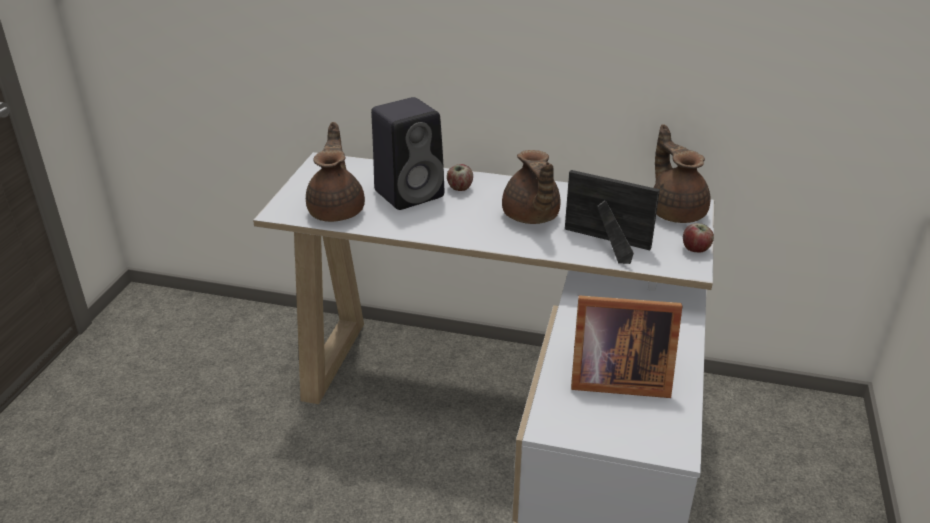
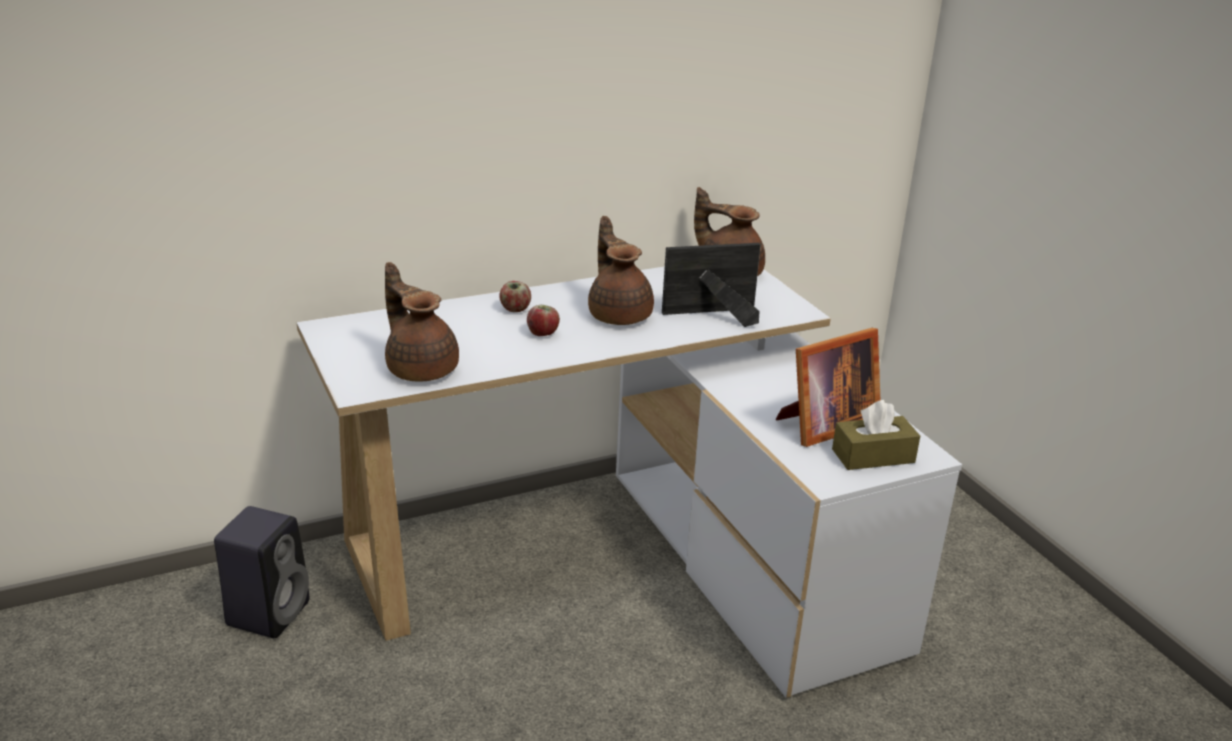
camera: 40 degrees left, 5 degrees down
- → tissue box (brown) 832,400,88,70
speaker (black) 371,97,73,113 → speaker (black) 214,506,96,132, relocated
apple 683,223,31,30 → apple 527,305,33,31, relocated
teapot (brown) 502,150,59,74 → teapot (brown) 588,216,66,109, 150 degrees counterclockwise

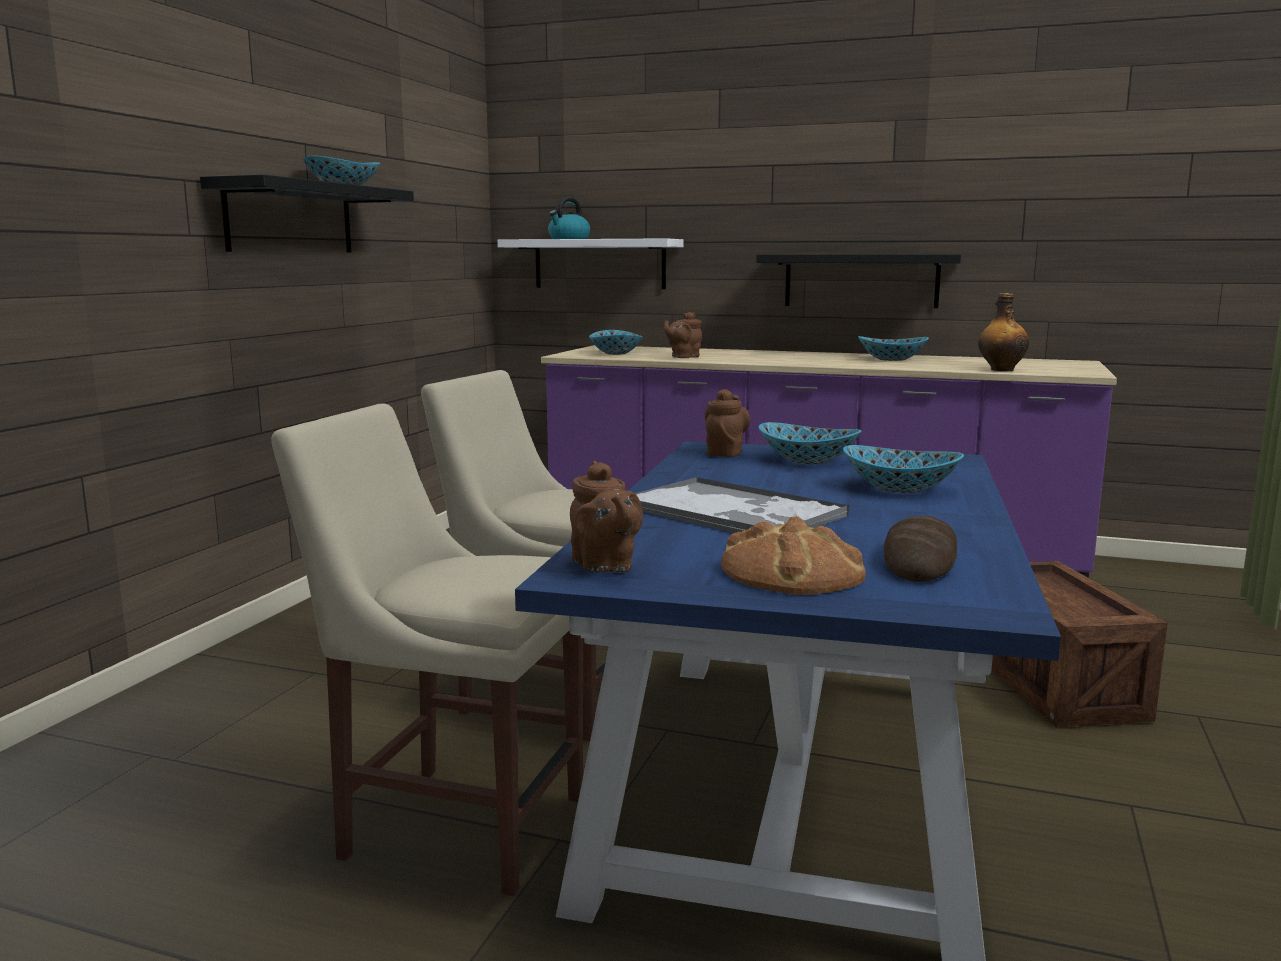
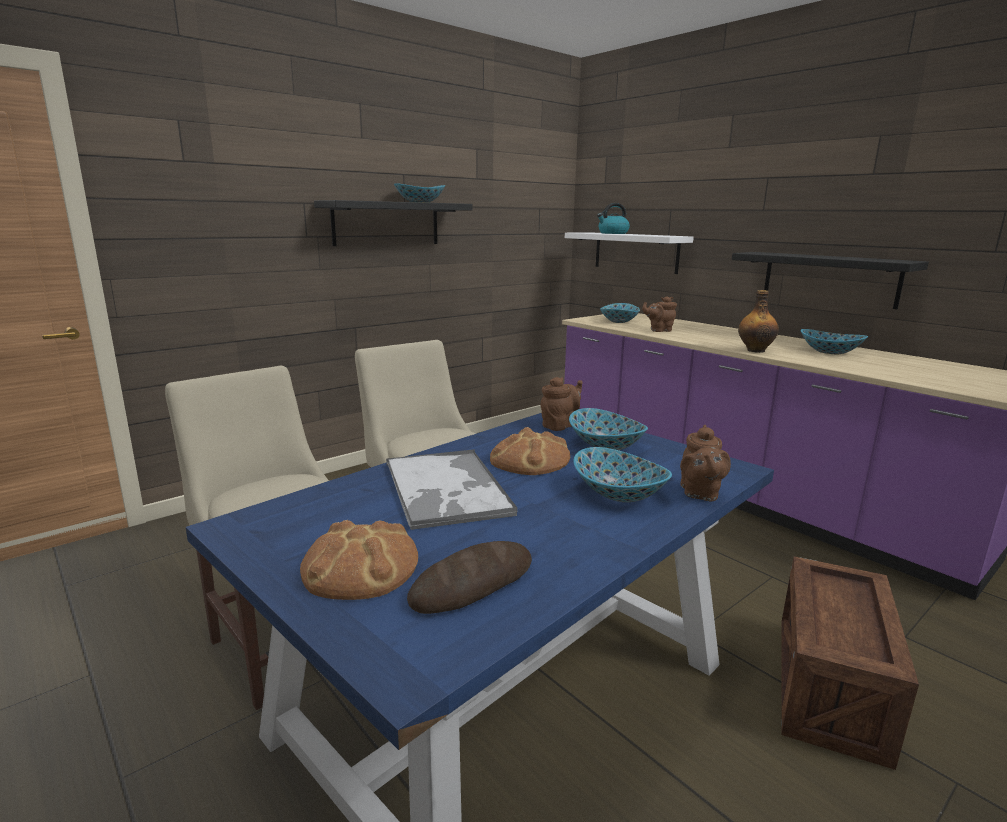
camera: 30 degrees right, 5 degrees up
- → bread 490,427,80,48
teapot (brown) 570,461,73,112 → teapot (brown) 680,425,51,76, relocated
bottle 978,293,51,78 → bottle 738,290,41,63, relocated

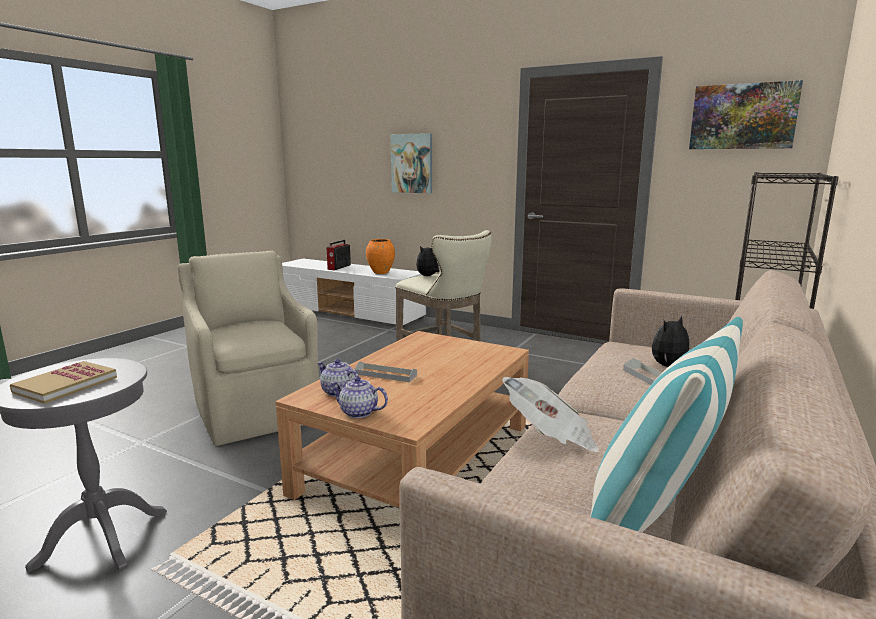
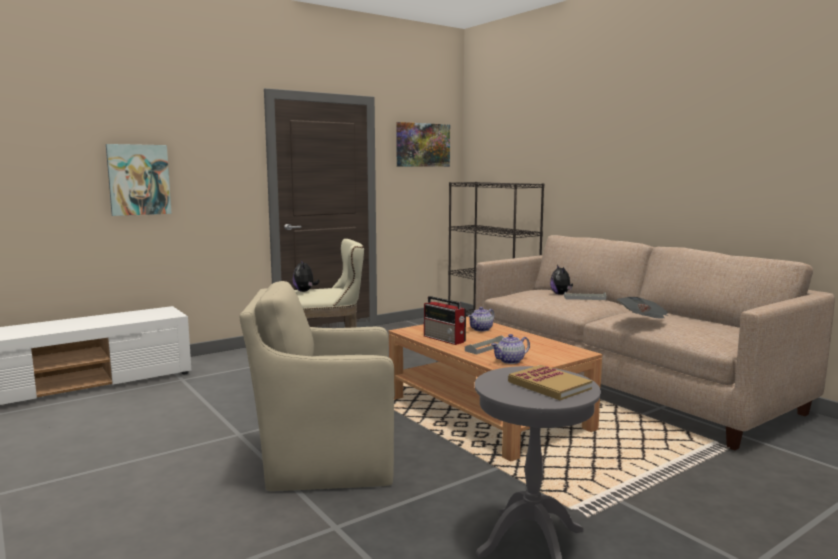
camera: 65 degrees left, 5 degrees down
vase (orange) 366,239,29,35 → -
pillow 591,317,152,215 → -
radio 327,240,24,30 → radio 424,296,42,49, relocated
teapot 330,377,58,41 → teapot 468,307,26,24, relocated

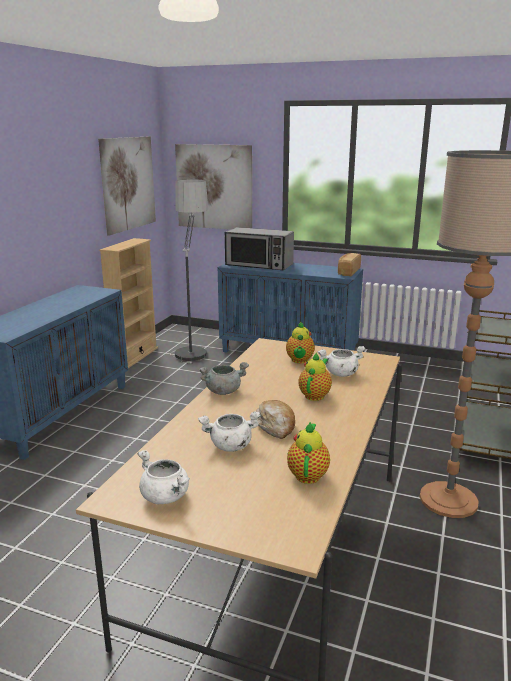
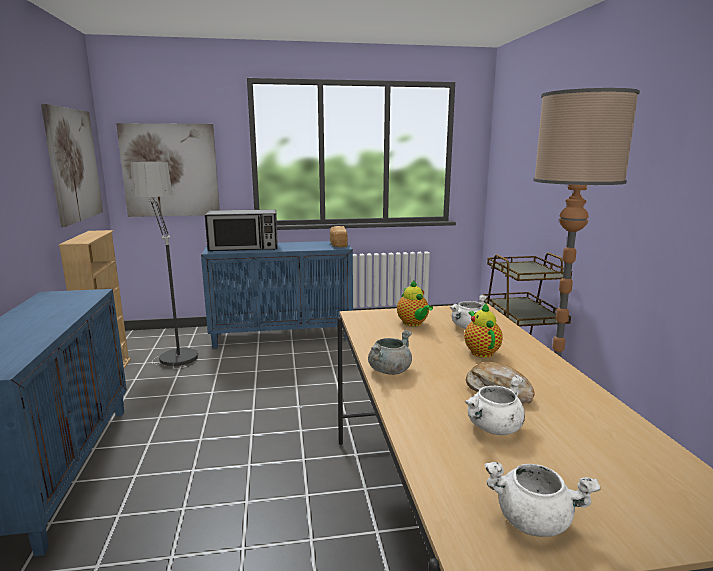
camera: 30 degrees left, 5 degrees down
teapot 287,421,43,63 → -

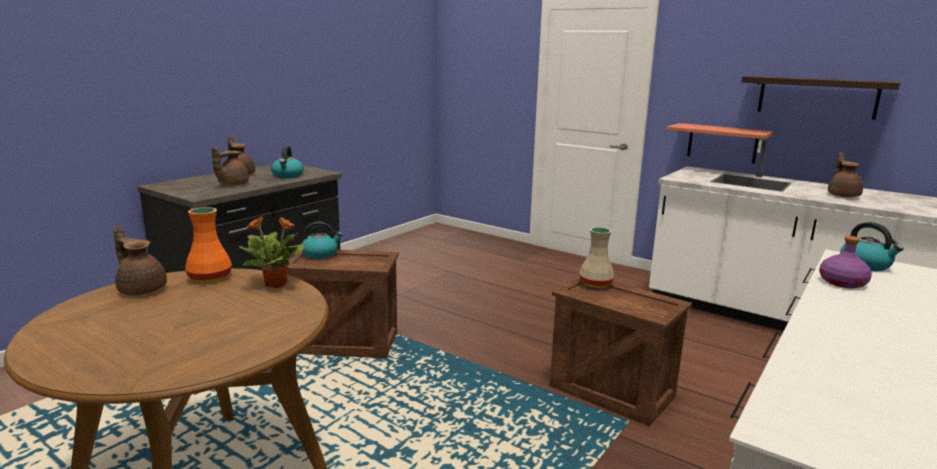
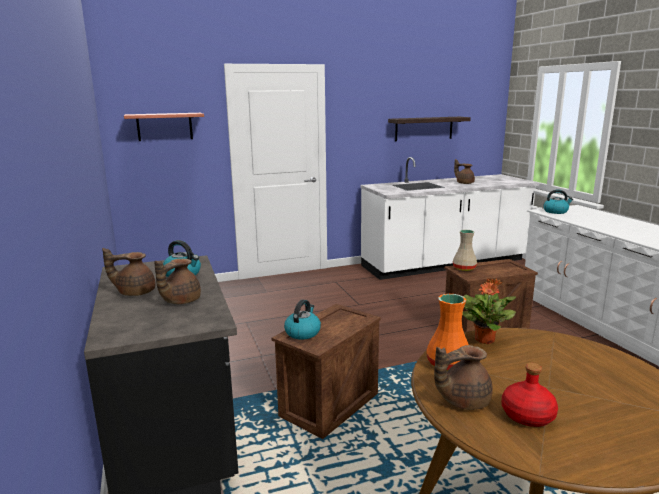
camera: 55 degrees left, 0 degrees up
bottle (purple) 819,236,53,52 → -
- → bottle (red) 501,363,57,64
shelf 666,123,108,41 → shelf 124,113,80,28, relocated
teapot (brown) 212,147,37,38 → teapot (brown) 154,258,47,46, 60 degrees clockwise

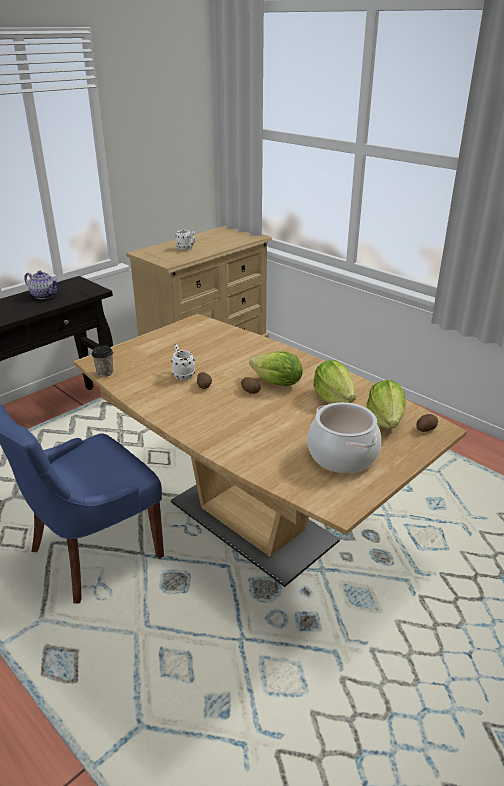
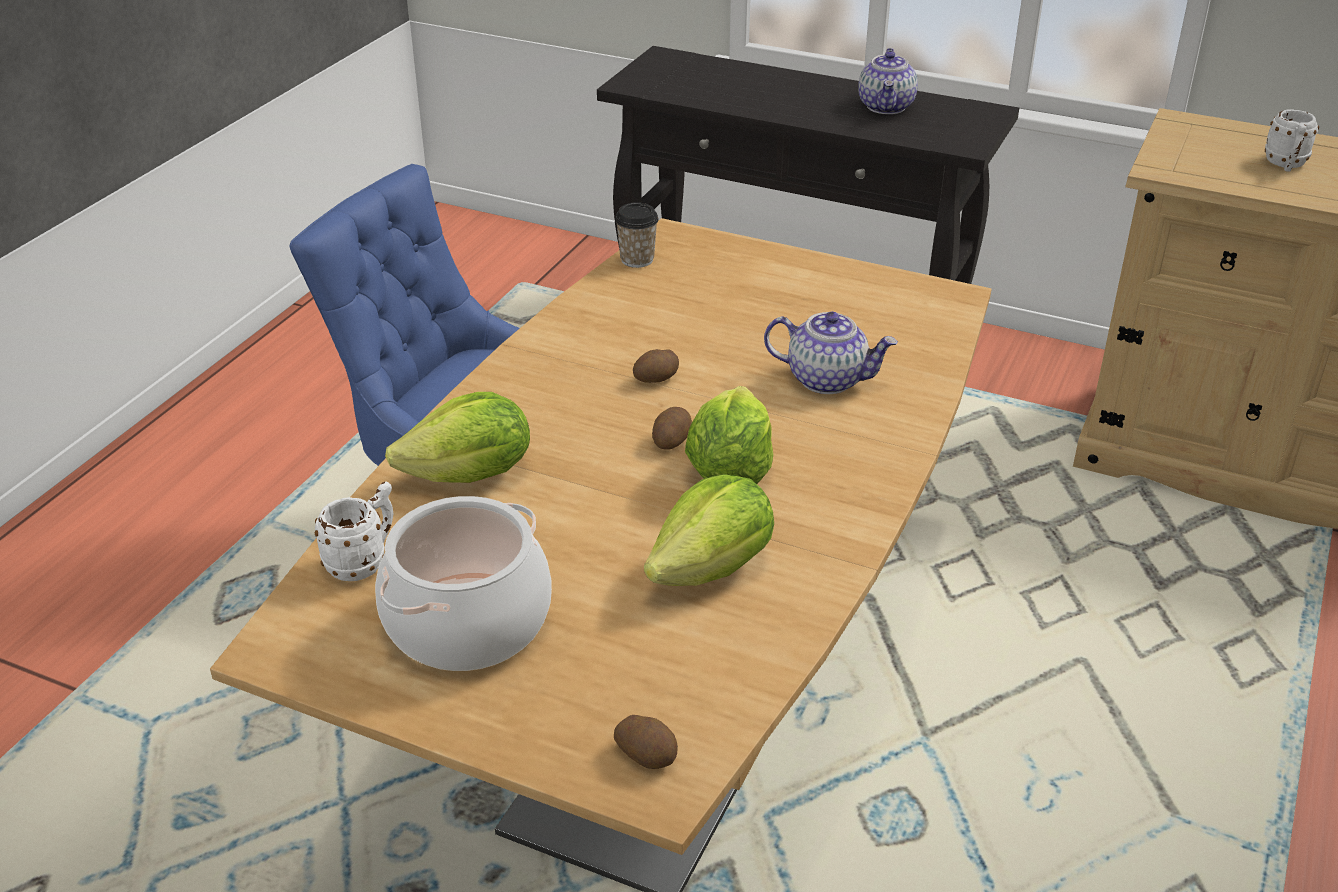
camera: 70 degrees right, 5 degrees up
- → teapot 764,312,134,82
mug (white) 171,344,24,36 → mug (white) 315,482,78,99, relocated
lettuce 366,380,39,48 → lettuce 385,392,145,91, relocated

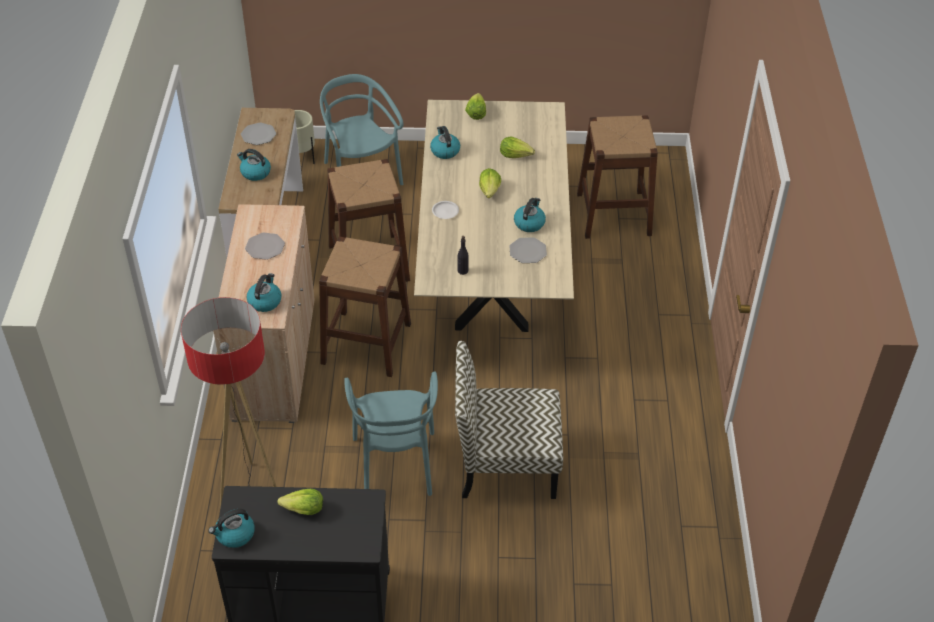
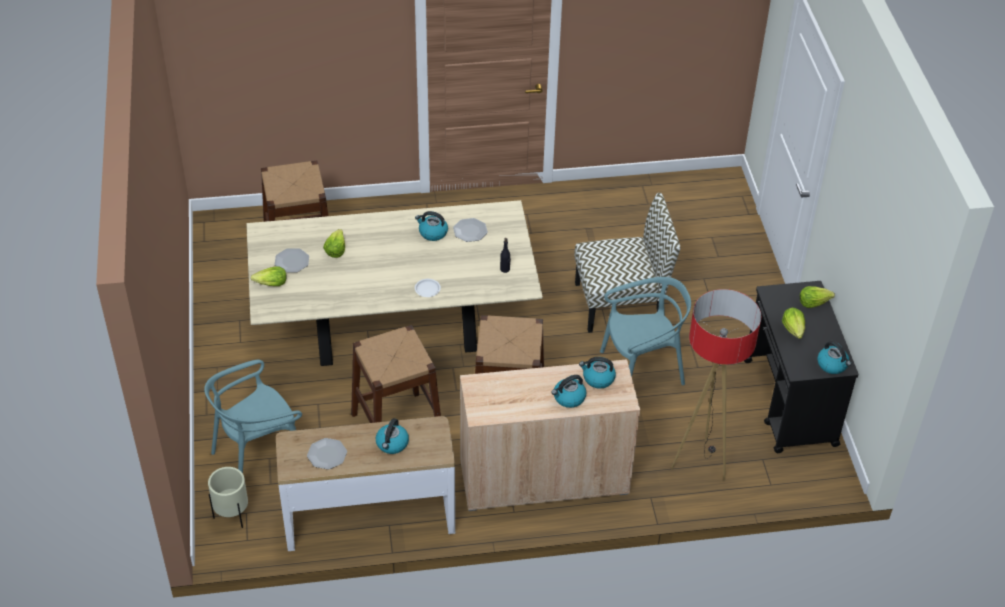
camera: 100 degrees left, 0 degrees up
plate 245,232,40,28 → plate 275,248,34,24, relocated
kettle 430,126,30,33 → kettle 551,375,35,33, relocated
lettuce 479,168,22,30 → lettuce 800,286,35,22, relocated
chair 455,341,108,158 → chair 574,193,106,140, 90 degrees counterclockwise

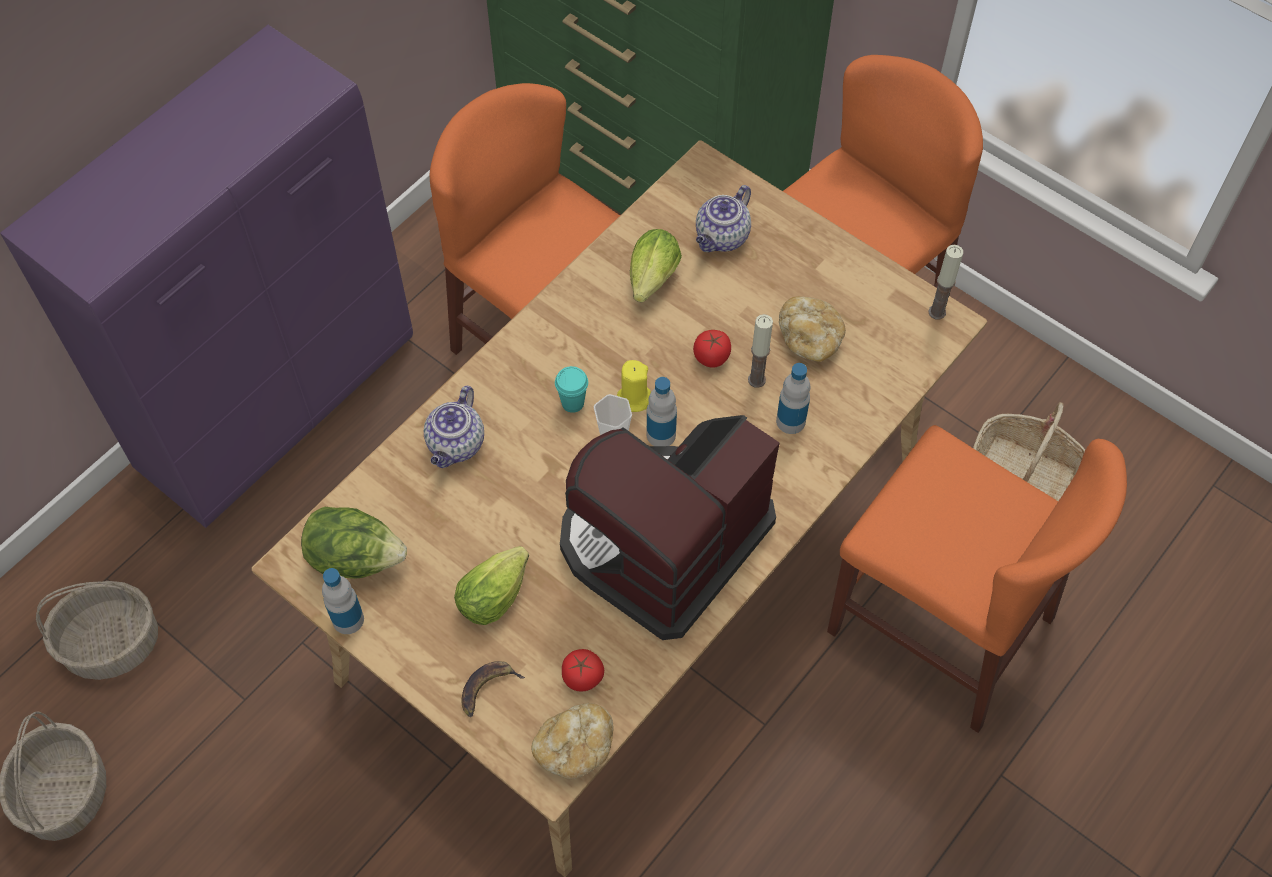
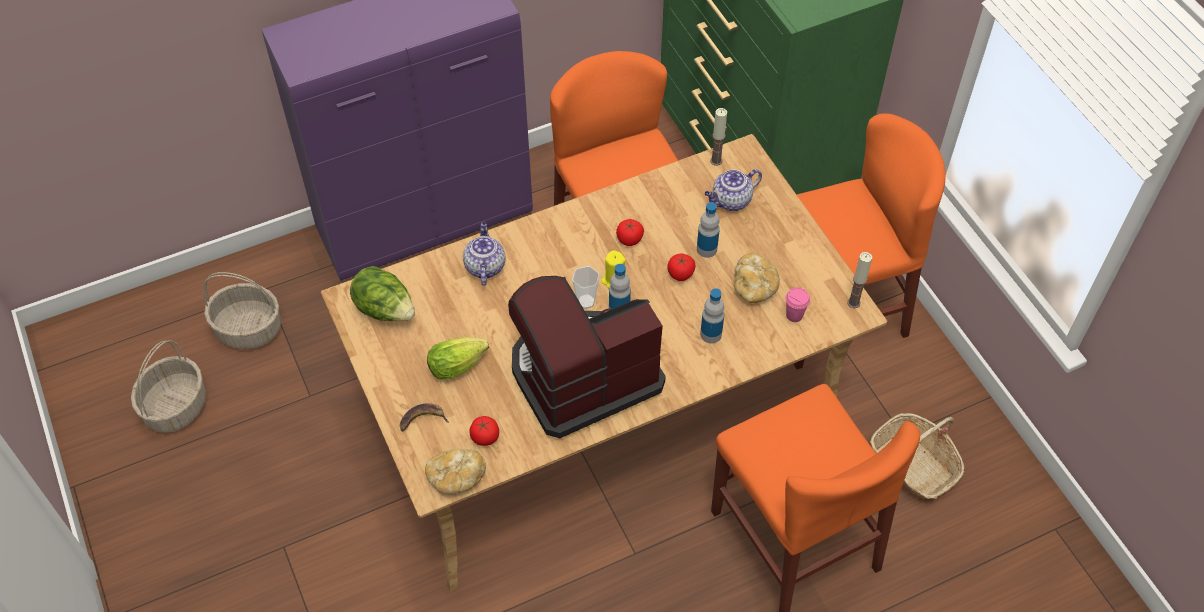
camera: 25 degrees right, 5 degrees down
cup (turquoise) 555,366,33,47 → -
lettuce 630,229,52,74 → -
- → tomato 616,219,28,27
- → cup (pink) 785,287,25,35
bottle 322,568,42,66 → bottle 697,202,23,56, relocated
candle 748,314,25,74 → candle 710,108,17,58, relocated
teapot 424,386,60,82 → teapot 463,222,43,64, 135 degrees clockwise

